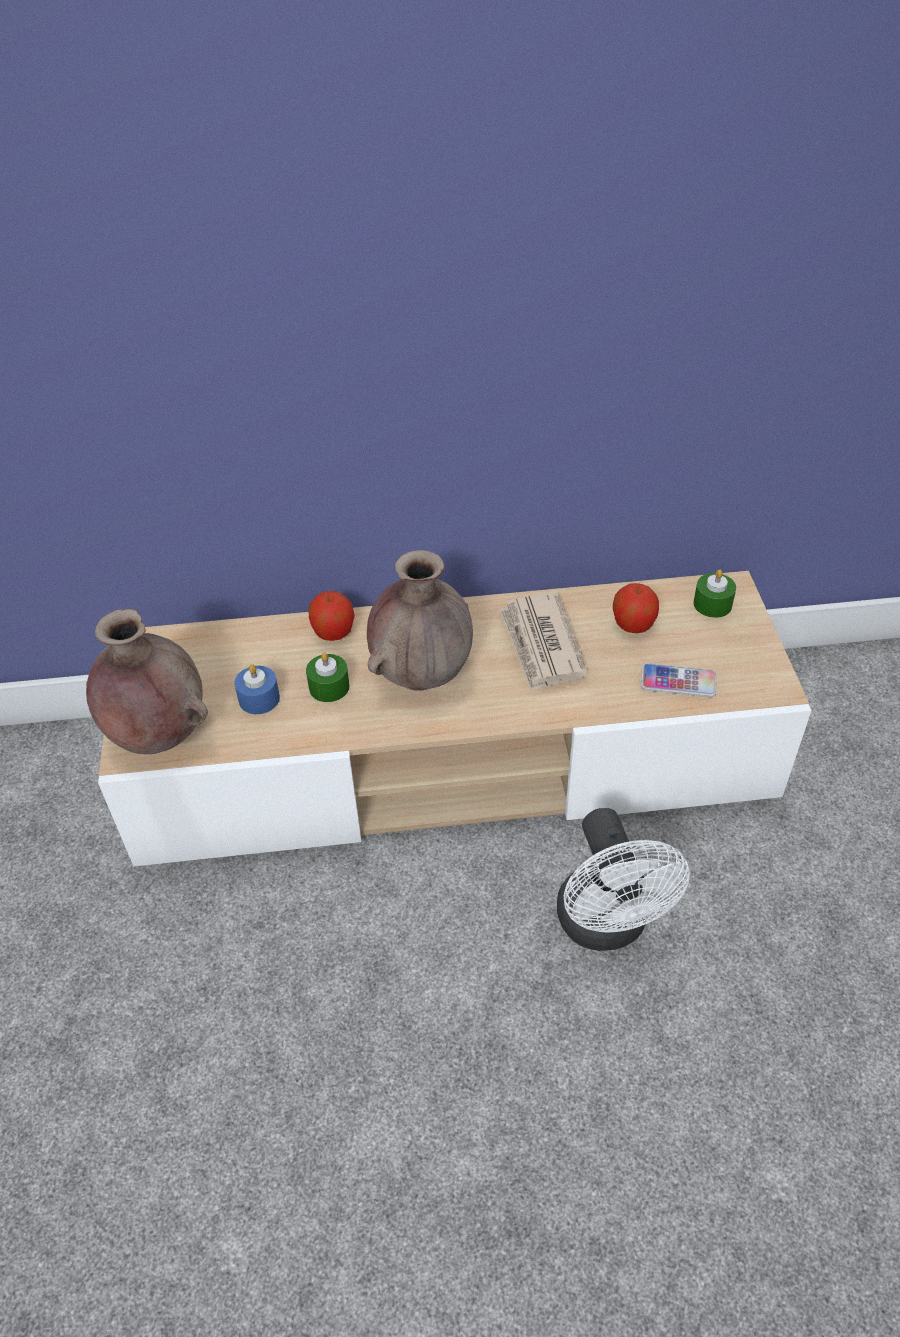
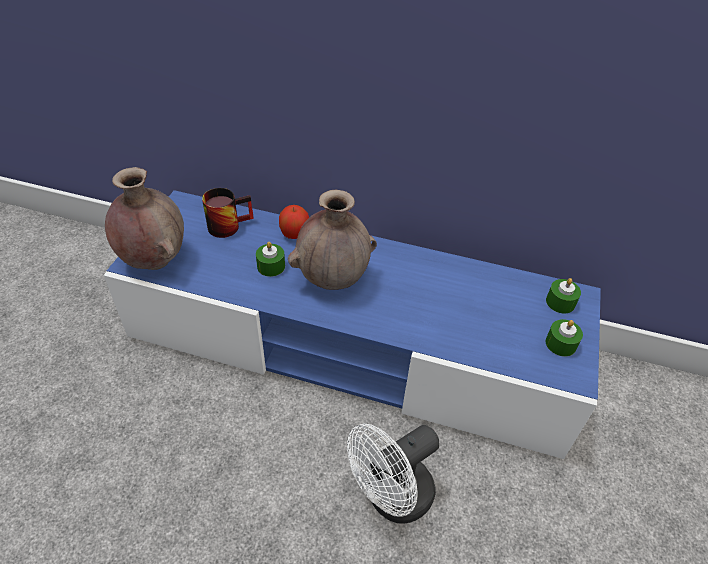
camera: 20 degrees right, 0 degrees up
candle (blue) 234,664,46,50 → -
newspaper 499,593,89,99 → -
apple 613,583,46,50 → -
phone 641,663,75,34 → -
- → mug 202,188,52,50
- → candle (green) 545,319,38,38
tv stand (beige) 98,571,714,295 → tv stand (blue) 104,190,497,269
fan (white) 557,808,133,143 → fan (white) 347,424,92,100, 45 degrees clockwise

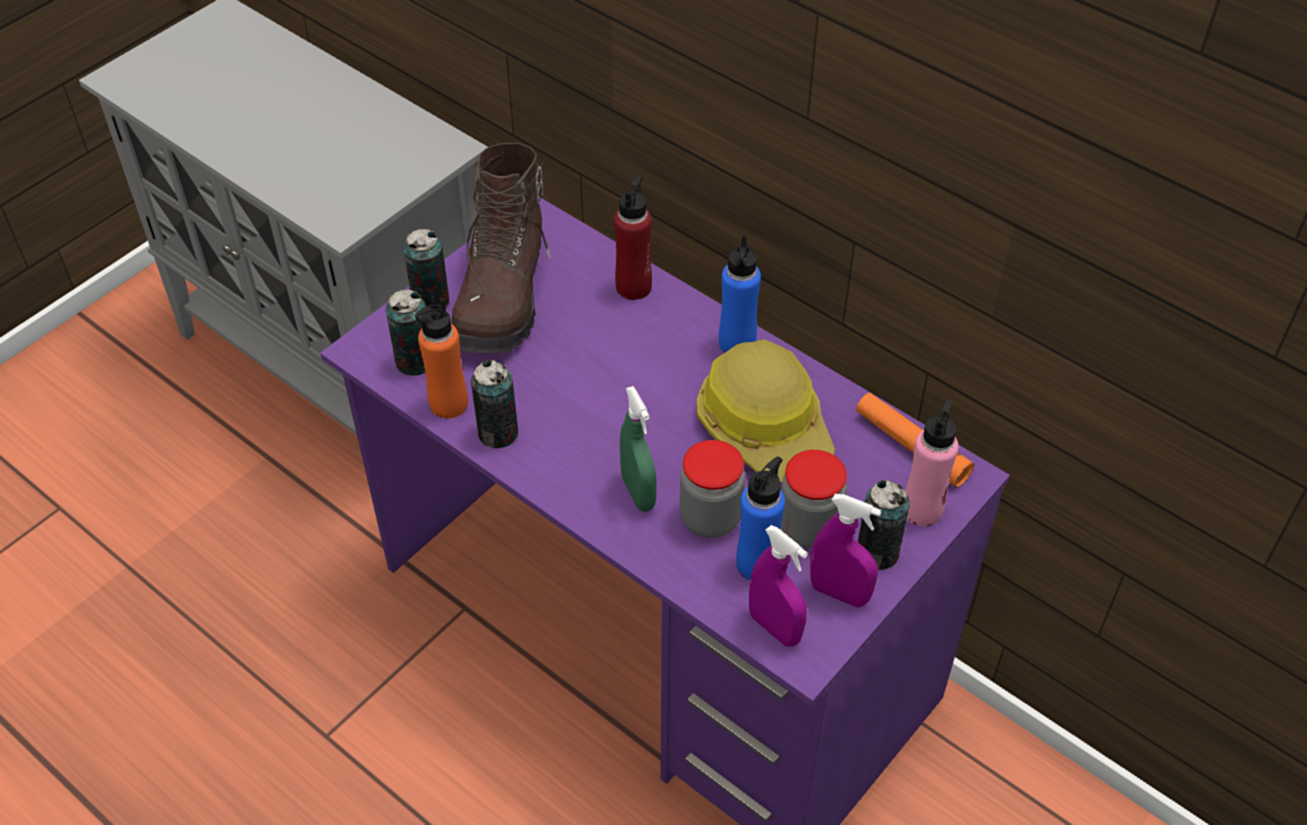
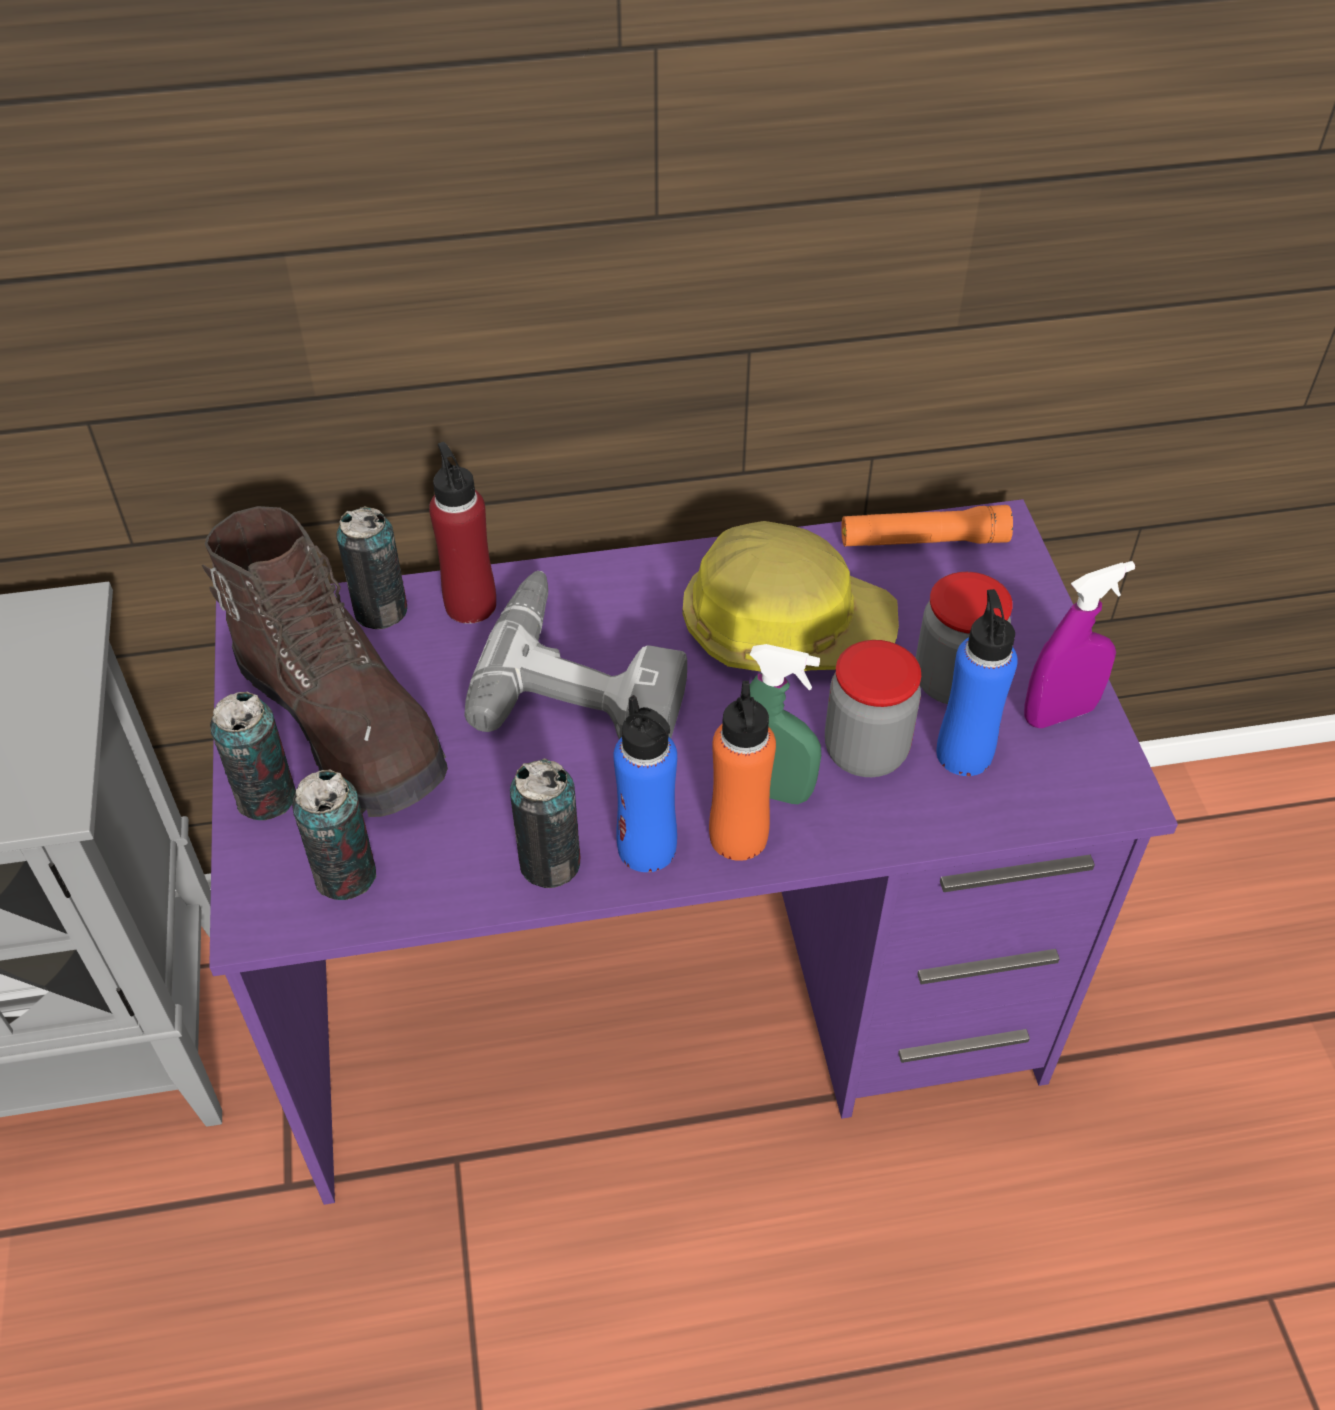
camera: 50 degrees left, 0 degrees up
spray bottle (purple) 749,525,59,121 → -
bottle (pink) 905,398,54,129 → -
- → power drill 464,571,223,168
bottle (orange) 415,298,53,121 → bottle (orange) 709,681,67,180, relocated
bottle (blue) 719,235,42,118 → bottle (blue) 613,695,64,177, relocated
can 858,480,52,90 → can 336,506,71,123, relocated

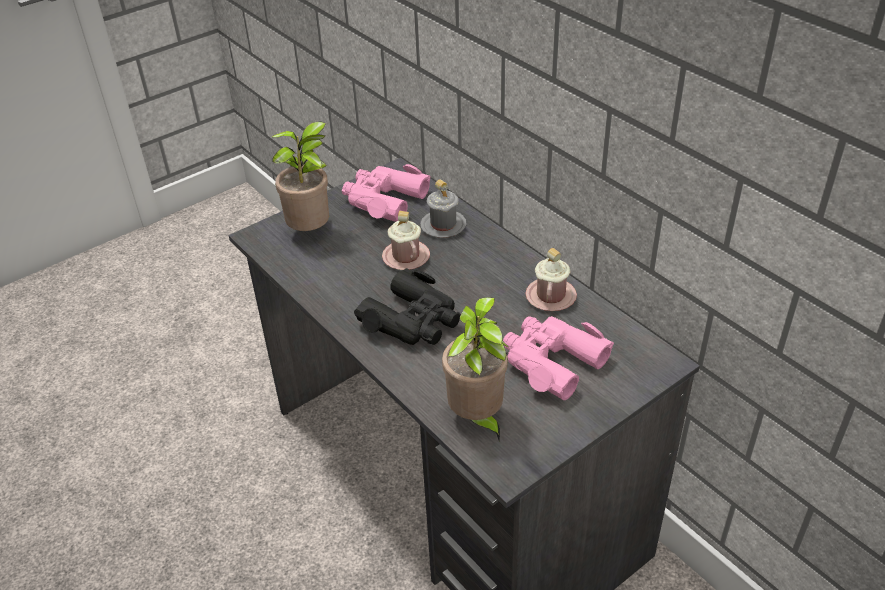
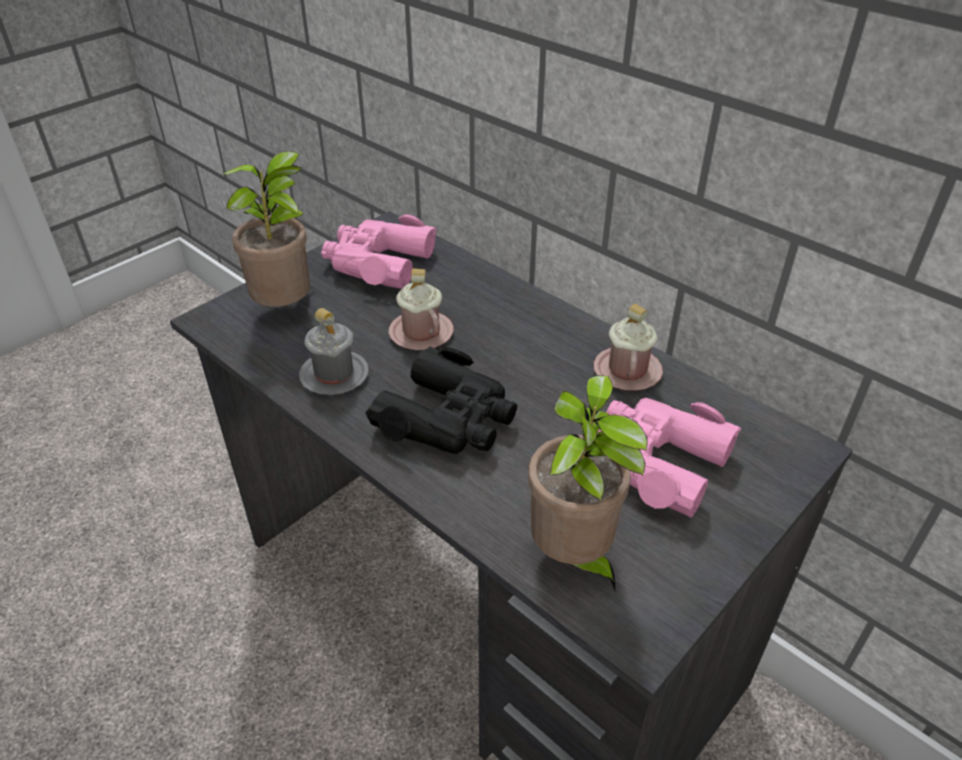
camera: 10 degrees left, 0 degrees up
mug (grey) 420,180,47,58 → mug (grey) 299,308,70,87, relocated

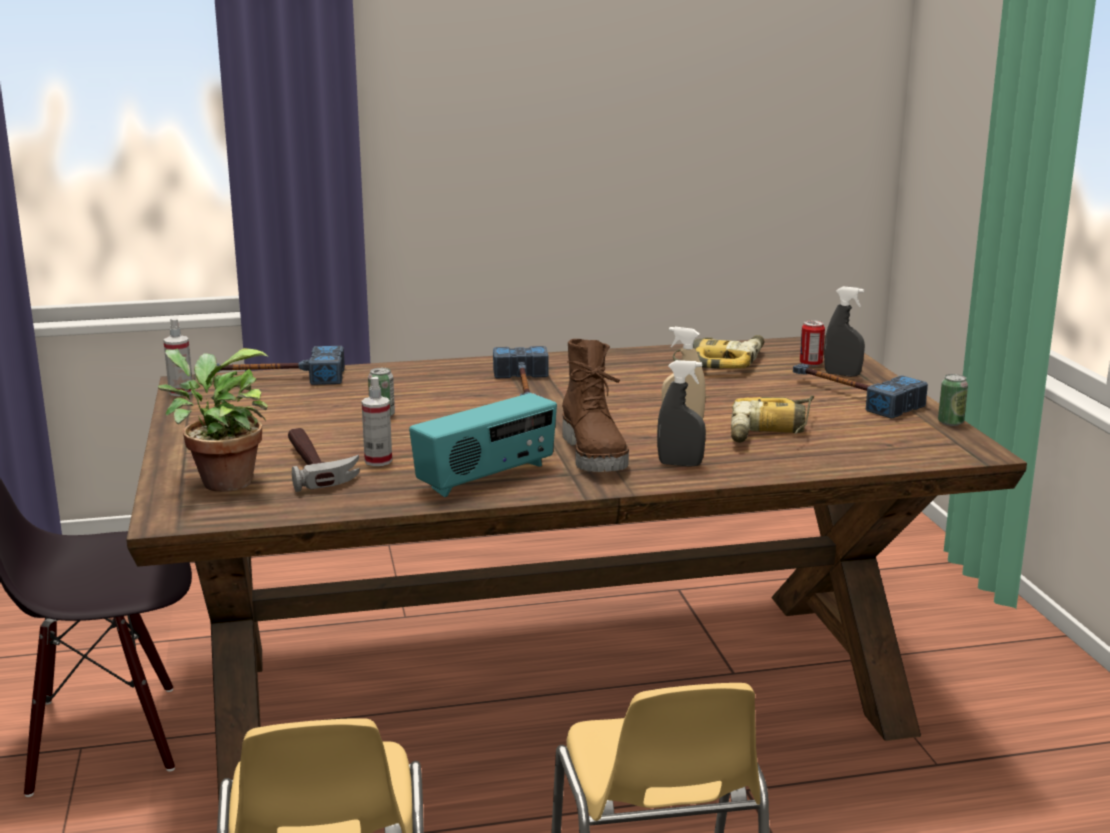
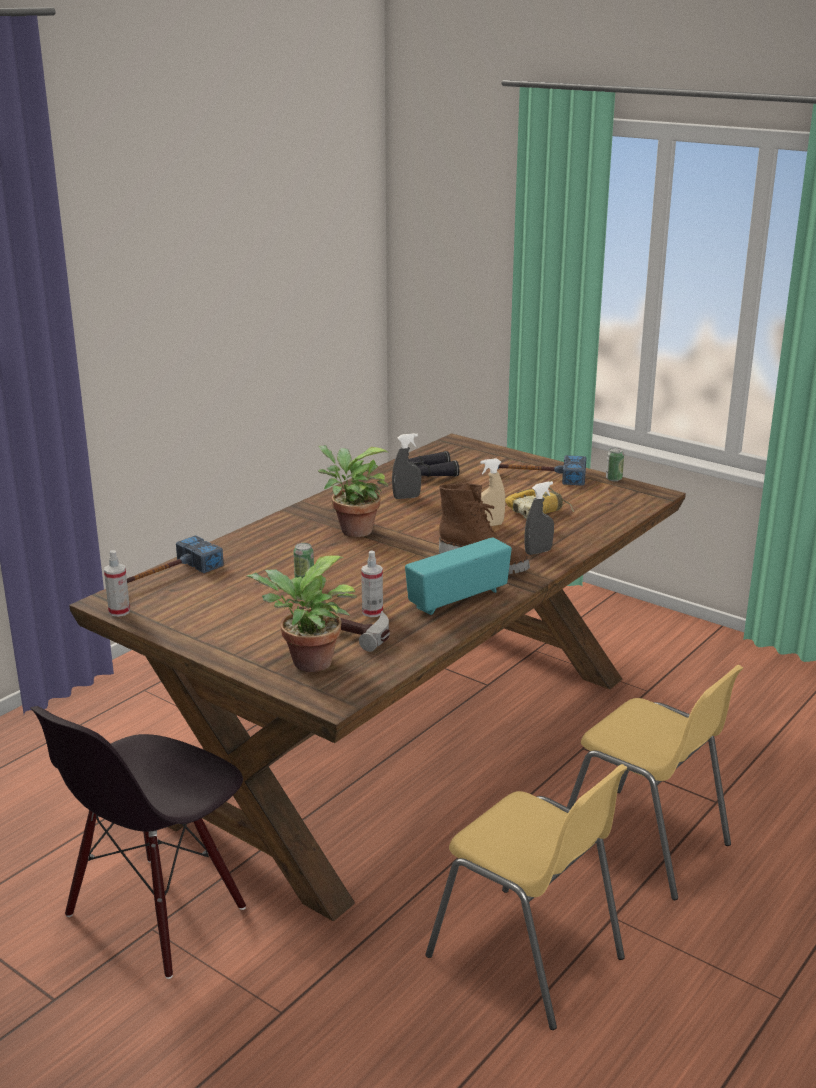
camera: 40 degrees left, 5 degrees up
can 800,320,25,47 → -
spray bottle (grey) 824,286,41,91 → spray bottle (grey) 392,433,29,66, relocated
hammer 493,346,56,50 → potted plant 318,445,71,92
power drill 673,335,91,34 → binoculars (black) 408,451,51,26
radio 409,393,148,104 → radio 405,538,107,77, 135 degrees counterclockwise

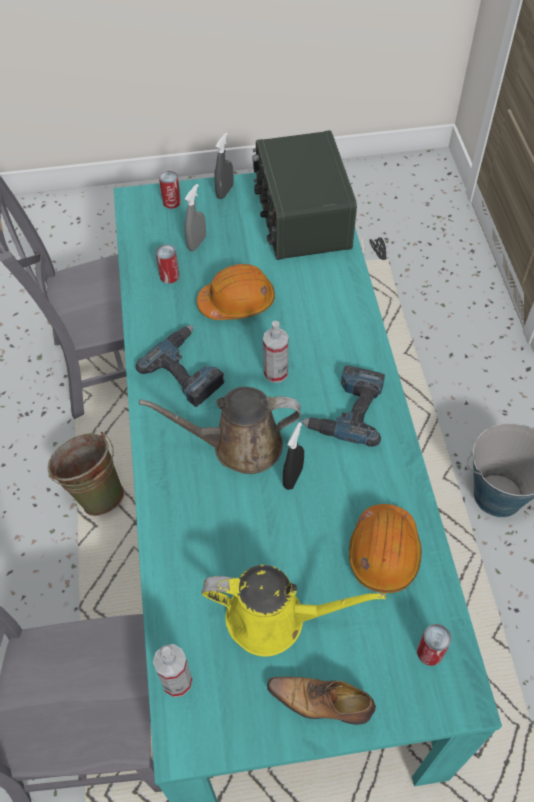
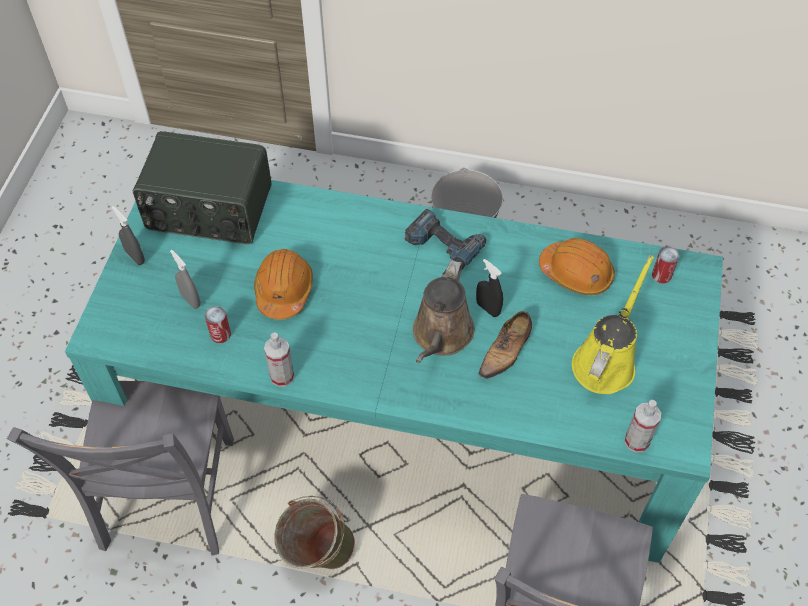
camera: 70 degrees left, 0 degrees up
power drill 136,325,89,82 → -
can 159,171,22,38 → -
spray bottle 263,321,26,62 → spray bottle 264,332,30,55, relocated
shoe 267,677,109,48 → shoe 479,311,53,70, relocated

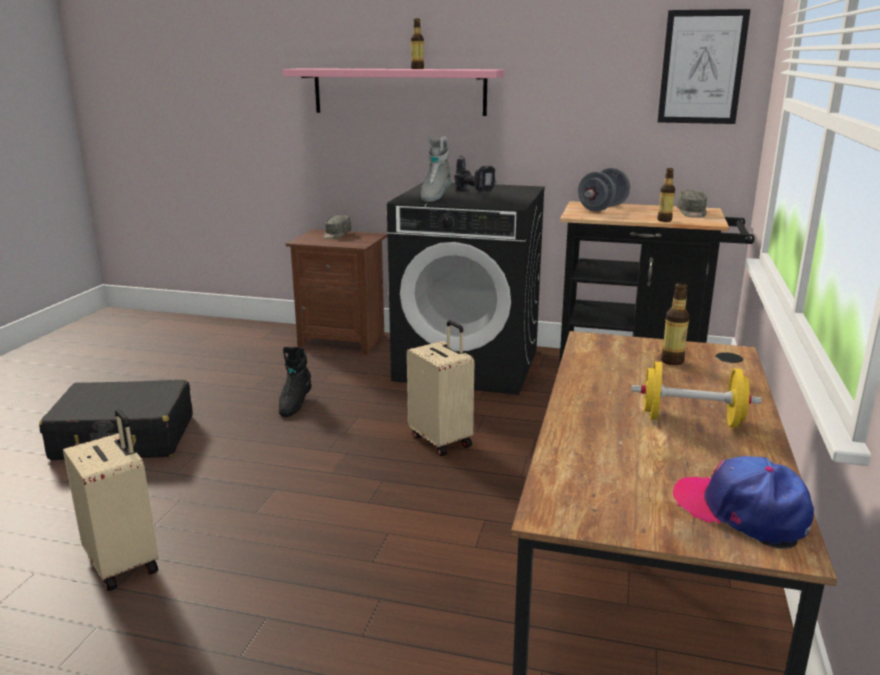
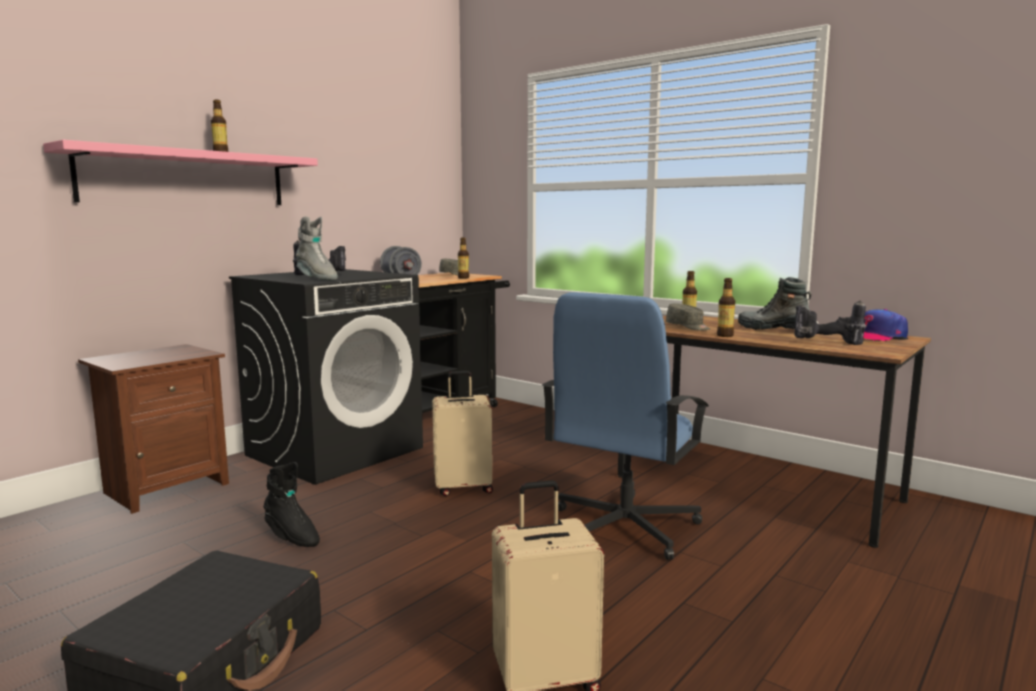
camera: 65 degrees left, 10 degrees down
picture 658,9,93,115 → -
- → office chair (blue) 542,292,167,268
- → bottle 717,278,18,59
- → power drill 794,300,72,45
cap (grey) 323,215,28,24 → cap (grey) 666,303,44,28, relocated
dumbbell (yellow) 631,362,131,66 → boot 738,277,74,53

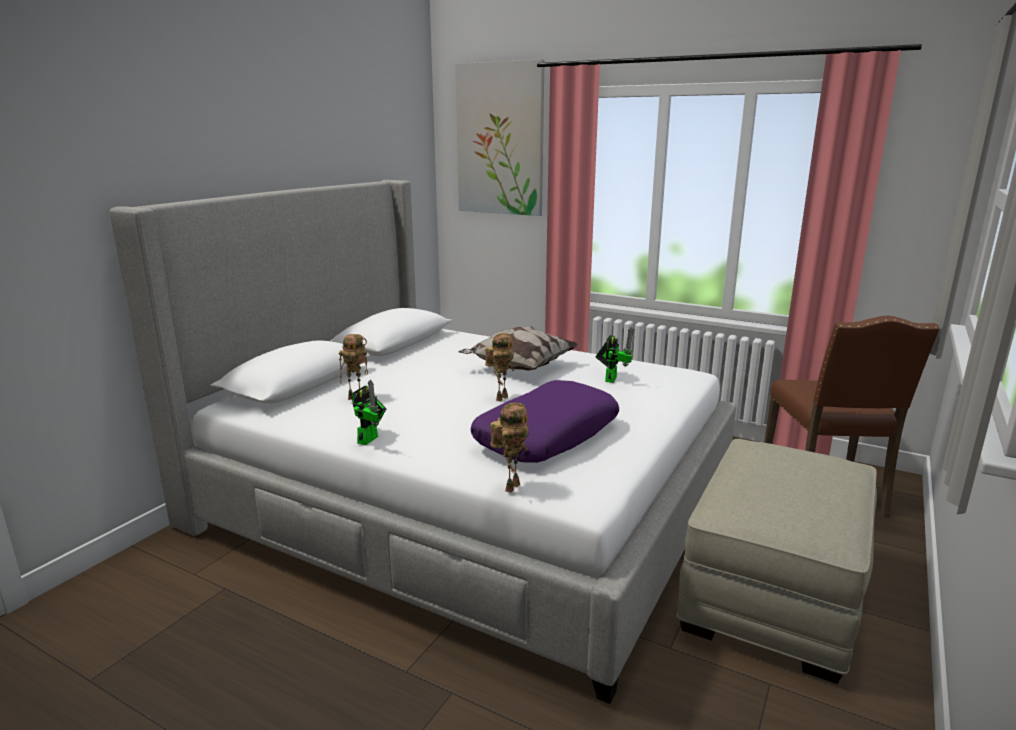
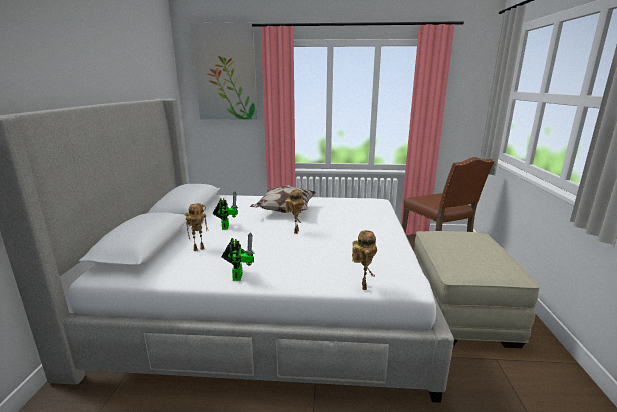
camera: 25 degrees left, 0 degrees up
pillow (purple) 471,380,148,83 → -
toy robot 595,327,38,56 → toy robot 213,192,25,38, relocated

